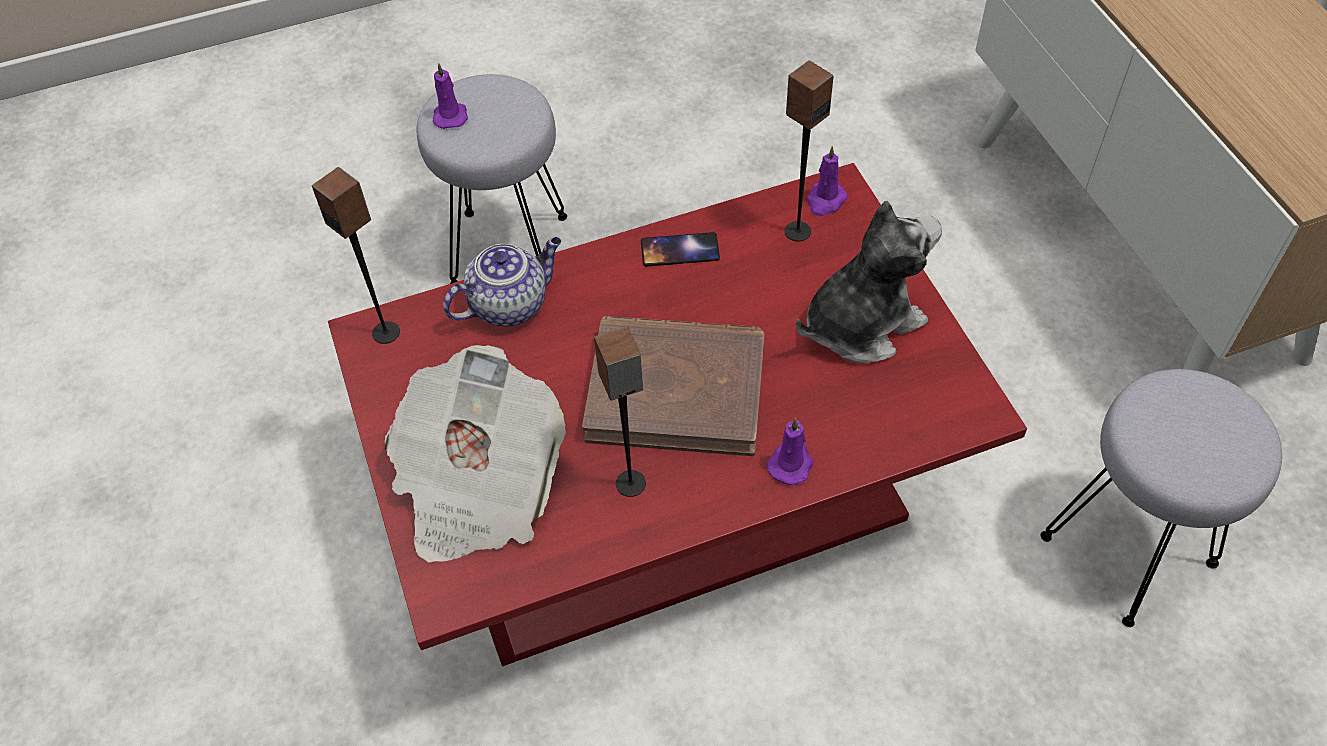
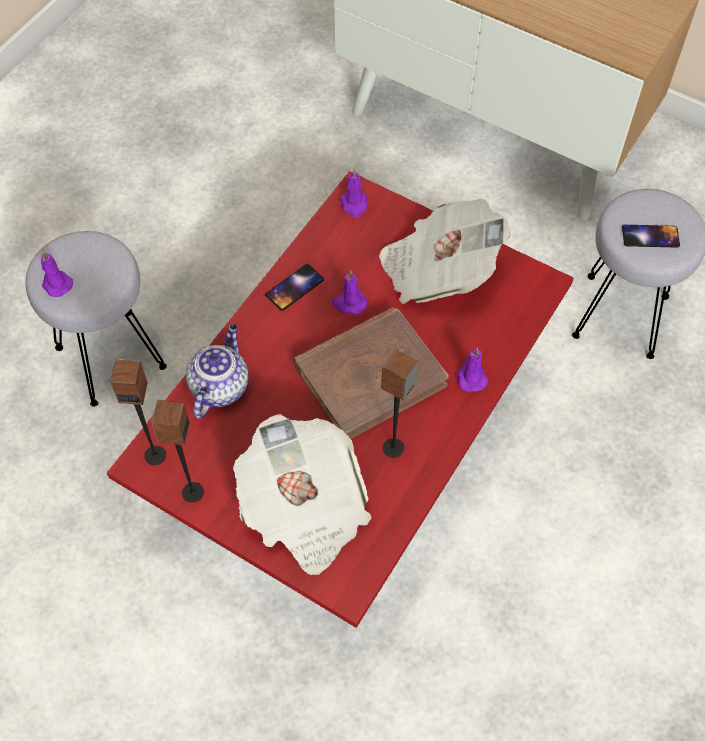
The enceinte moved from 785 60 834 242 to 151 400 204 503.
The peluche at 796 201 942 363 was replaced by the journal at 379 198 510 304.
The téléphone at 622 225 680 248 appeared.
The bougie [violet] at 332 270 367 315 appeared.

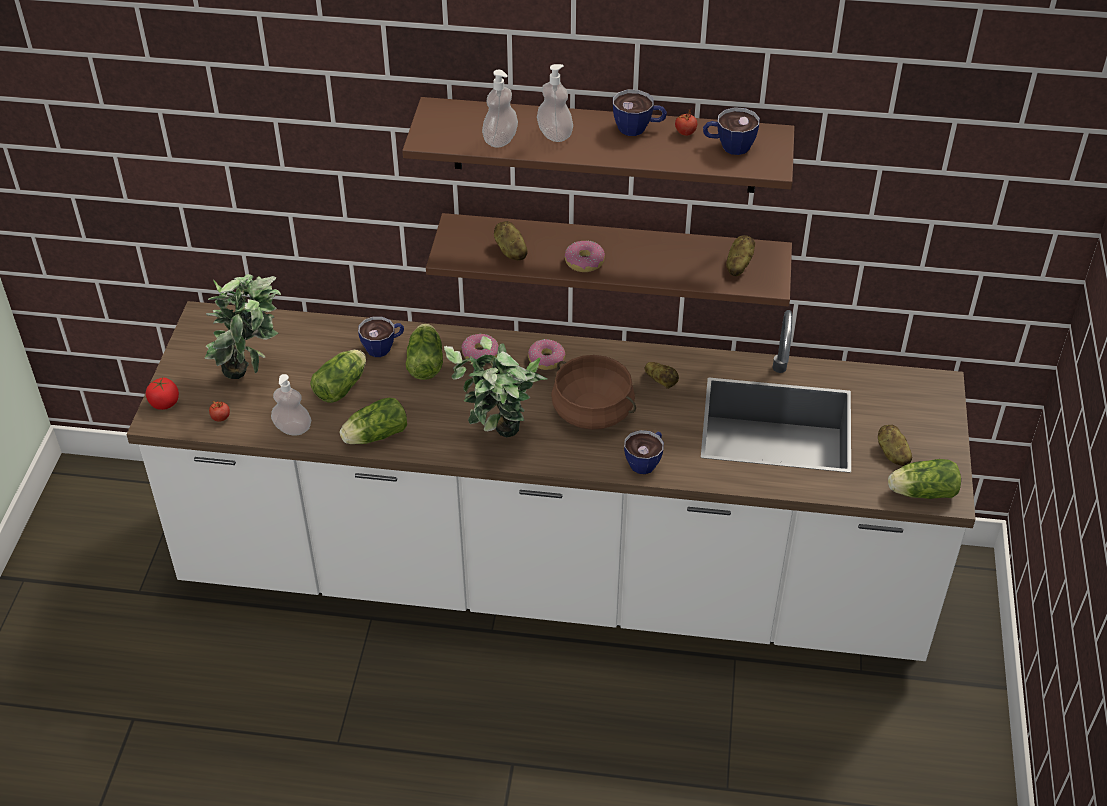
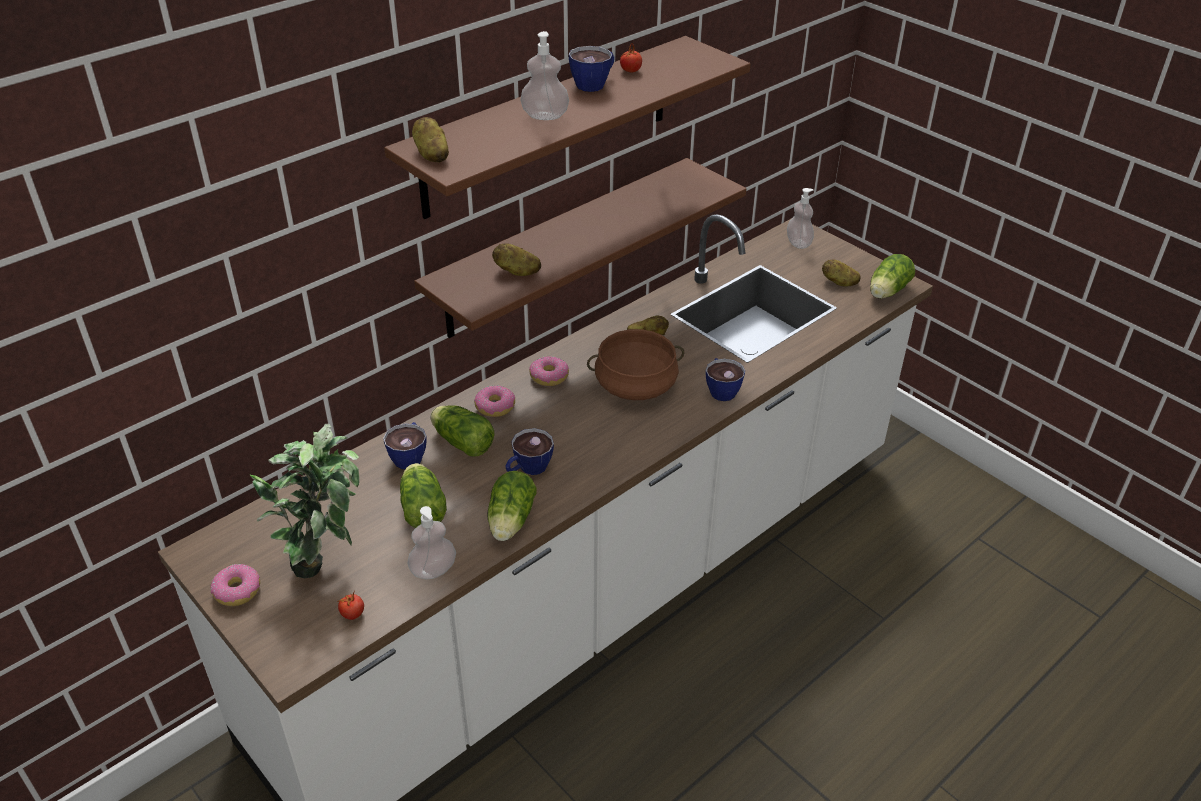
The distributeur de savon moved from 482 70 518 148 to 787 188 814 249.
The tasse moved from 703 107 760 155 to 505 428 554 475.
The pomme de terre moved from 726 235 755 276 to 412 117 449 163.
The beignet moved from 565 241 605 272 to 211 564 260 606.
The plante en pot at 444 336 548 437 disappeared.
The tomate at 146 378 179 410 disappeared.

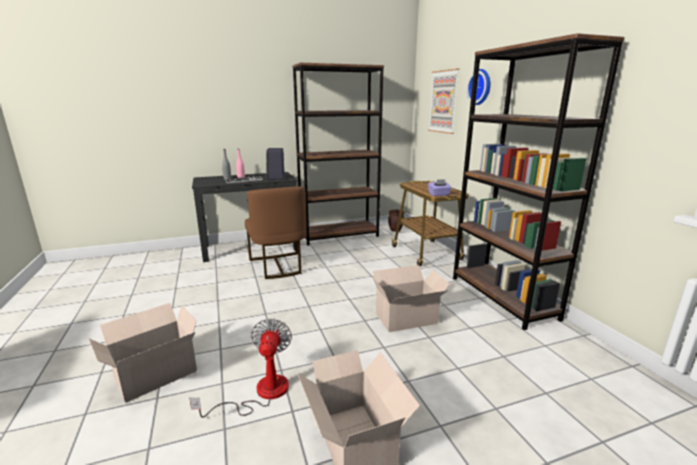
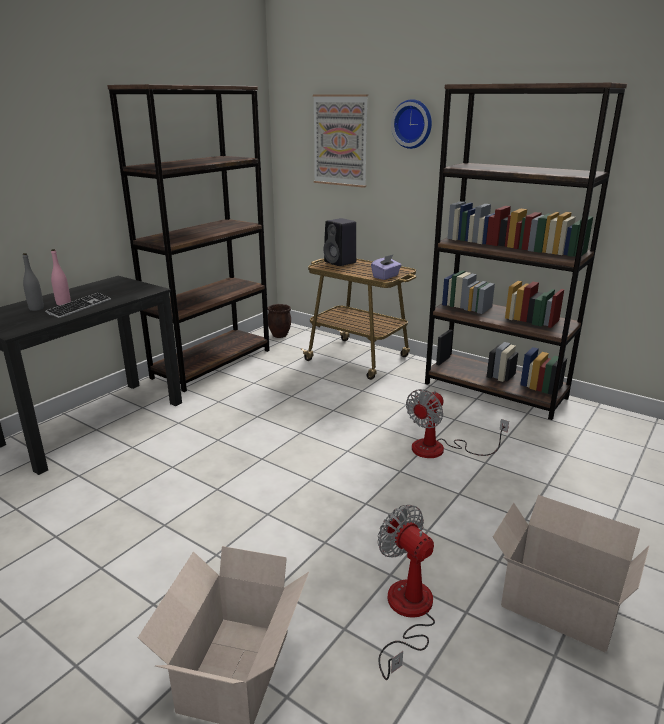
The enceinte [noir] moved from 266 148 285 180 to 323 218 356 266.
The chaise [marron] at 245 186 306 279 disappeared.
The carton at 372 265 450 332 was replaced by the ventilateur at 406 389 509 458.

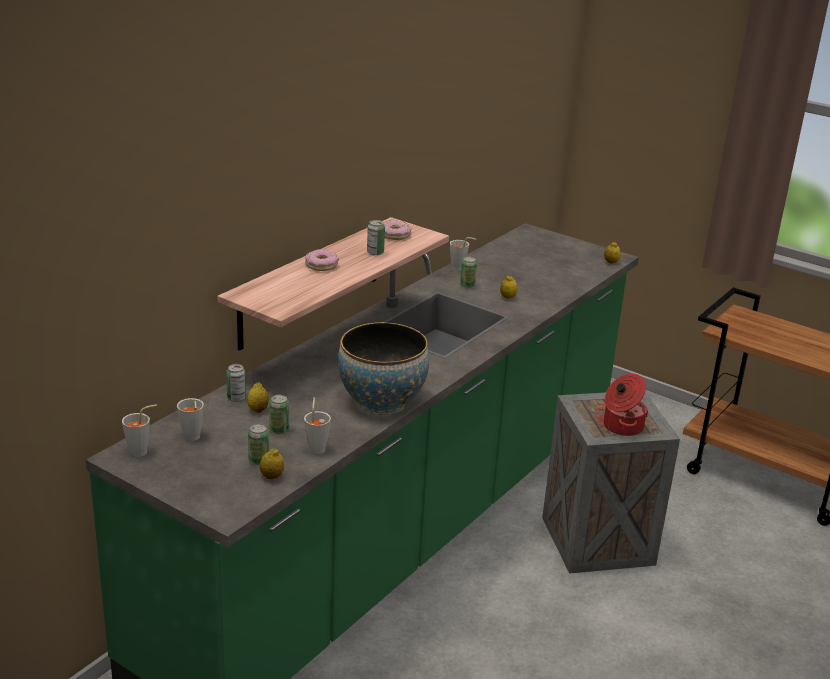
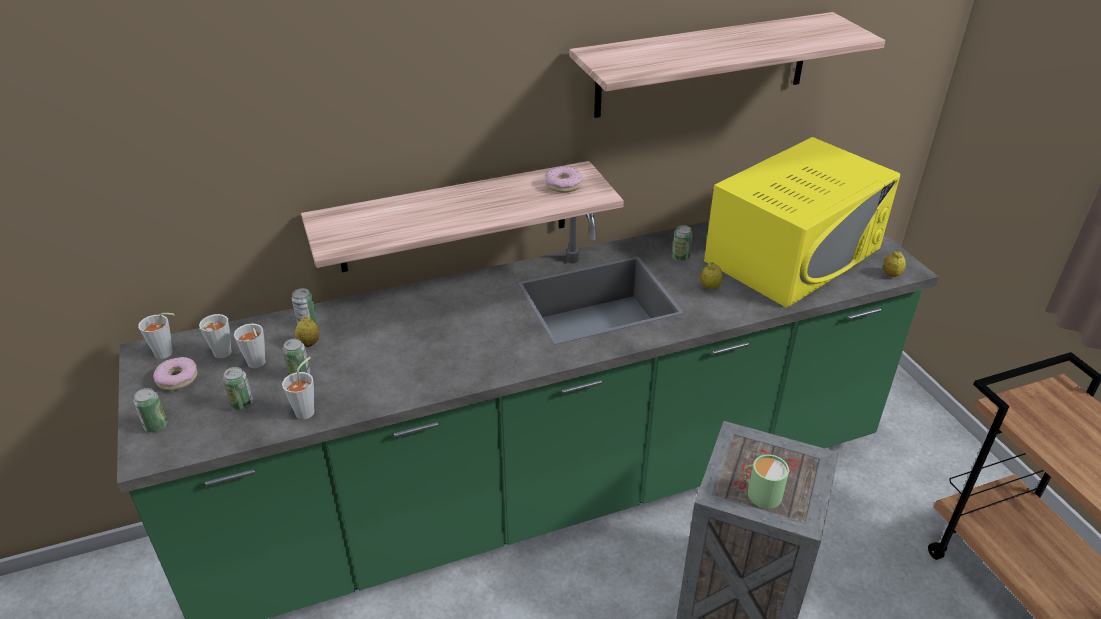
The boîte métallique moved from 367 220 385 255 to 133 388 168 432.
The tasse [gris] moved from 450 237 476 271 to 234 324 266 368.
The beignet moved from 305 249 339 271 to 153 357 197 390.
The bol at 338 322 429 415 disappeared.
The marmite at 604 374 648 436 was replaced by the mug [vert] at 743 454 789 509.
The citron at 260 448 284 479 disappeared.
The étagère at 570 12 885 118 appeared.
The micro-ondes [jaune] at 704 137 900 308 appeared.

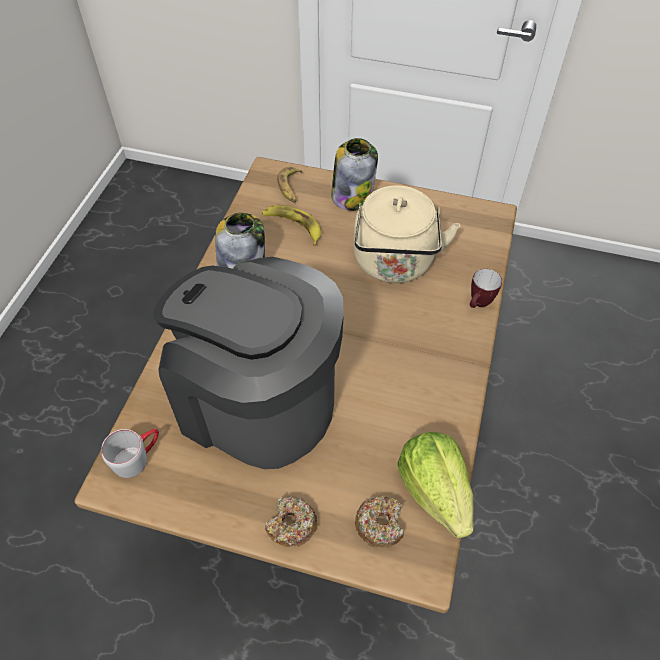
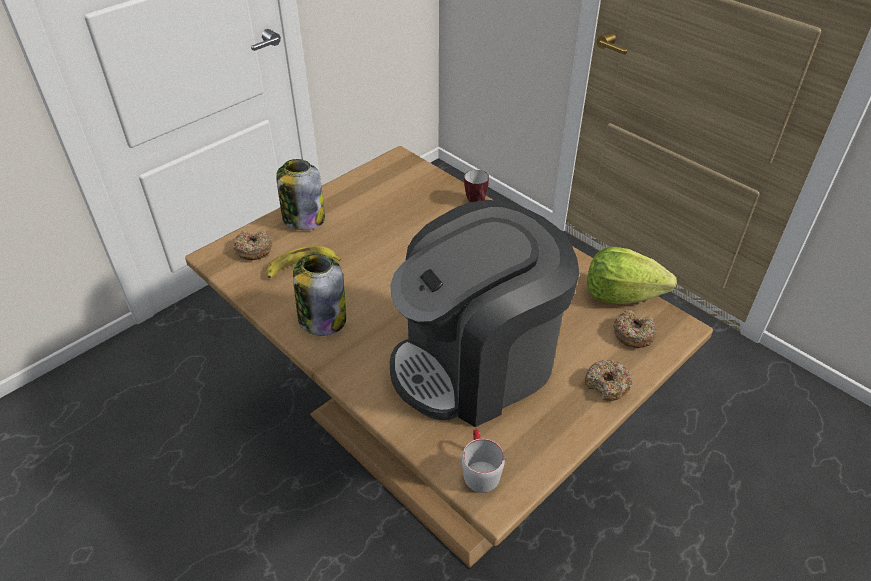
The banane at 277 167 302 203 was replaced by the beignet at 234 230 272 260.
The bouilloire [beige] at 353 186 460 283 disappeared.

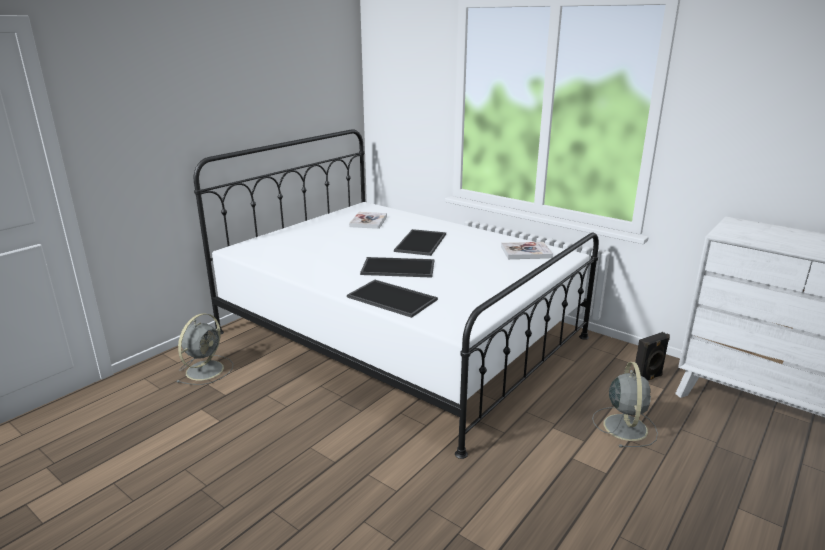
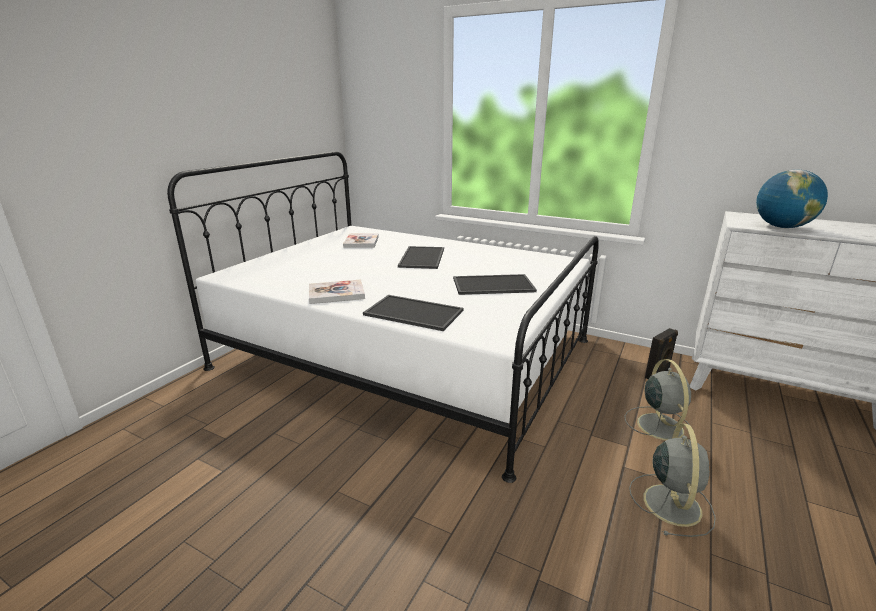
The livre moved from 501 242 553 259 to 309 279 365 304.
The plateau moved from 360 257 434 278 to 453 274 537 295.
The ventilateur [gris] moved from 176 313 233 385 to 629 423 716 537.
The globe at 756 170 828 228 appeared.

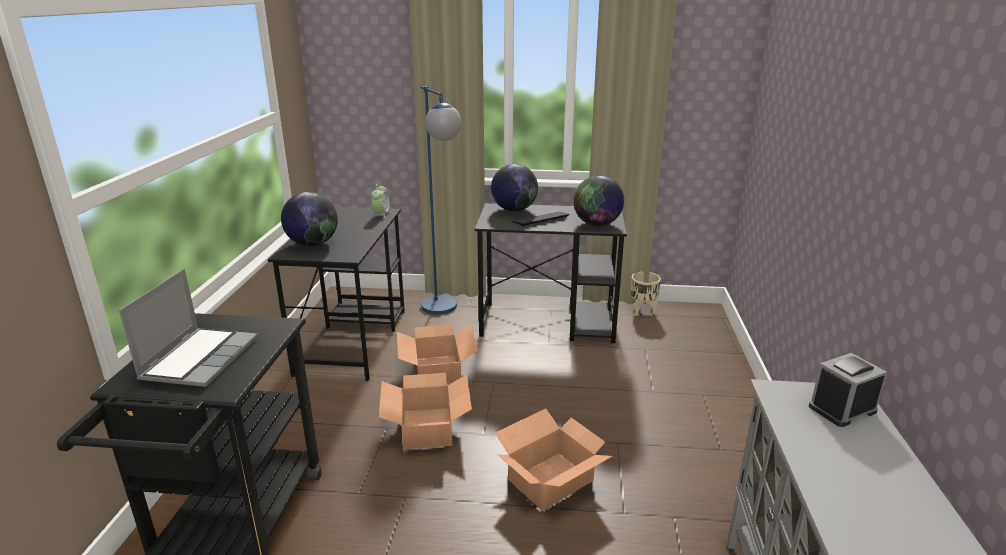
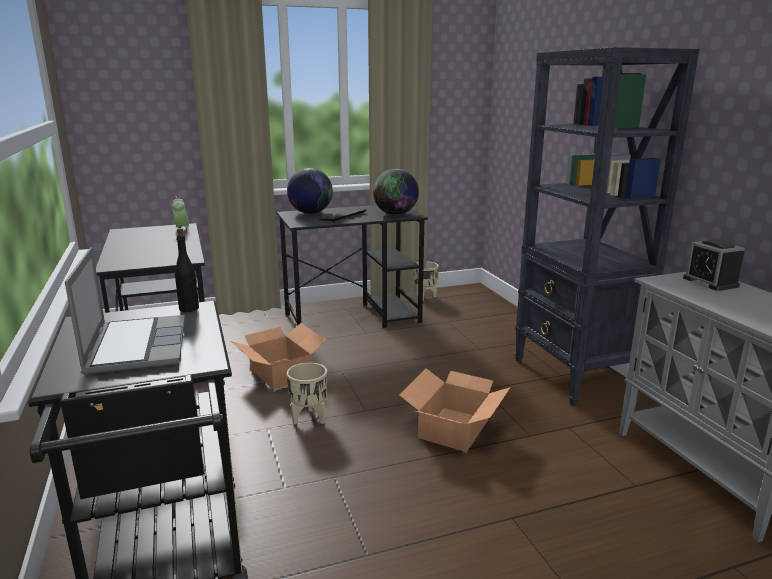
The lampadaire [bleu] at 420 86 462 315 disappeared.
The globe at 281 192 338 246 disappeared.
The réveil at 809 353 887 427 turned 60 degrees counterclockwise.
The carton at 379 373 472 450 was replaced by the cache-pot [beige] at 287 363 327 425.
The bibliothèque [noir] at 515 47 699 406 appeared.
The bouteille [noir] at 175 228 199 312 appeared.

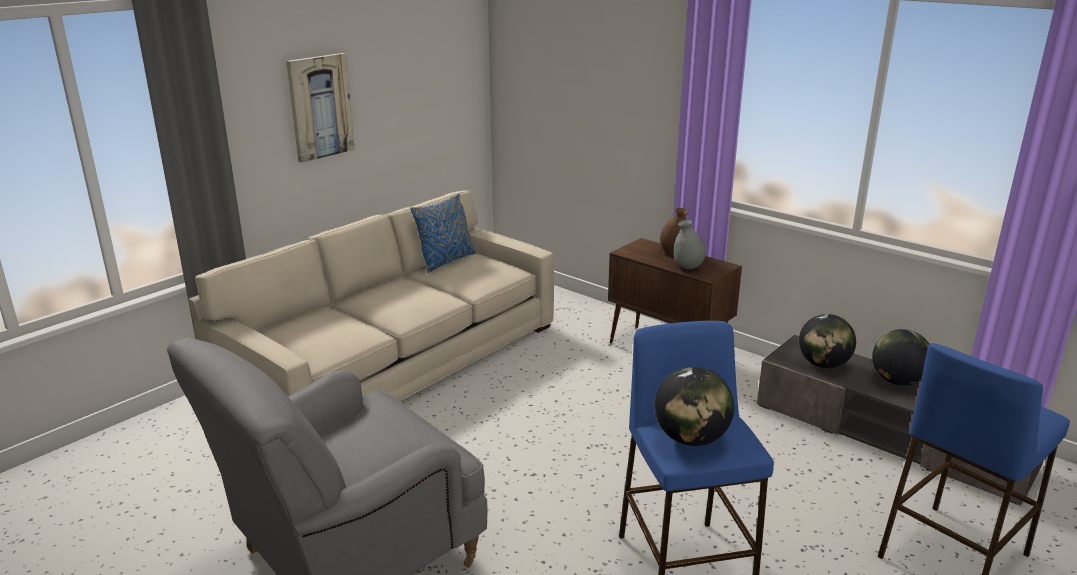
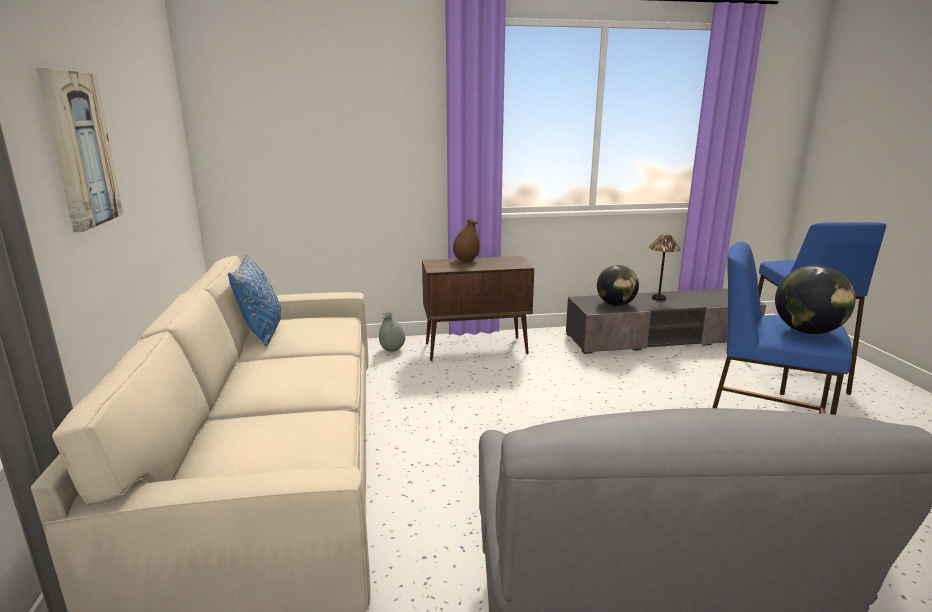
The vase [gris] moved from 674 220 706 269 to 379 312 405 352.
The globe at 872 329 929 386 was replaced by the lampe de table at 649 234 681 301.

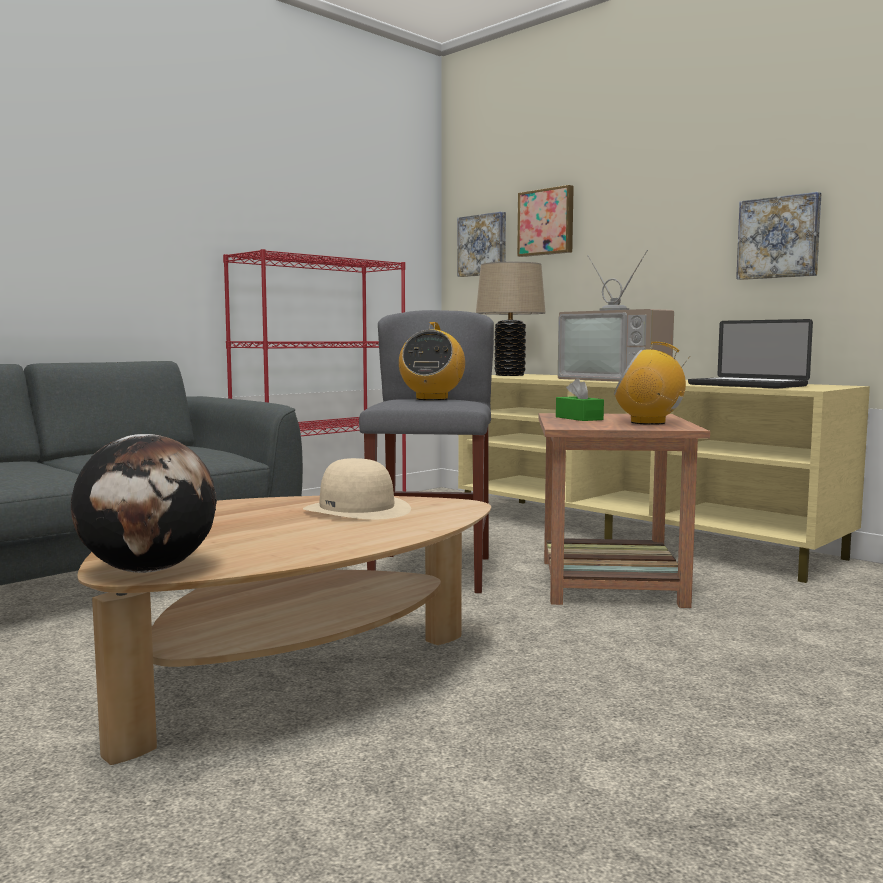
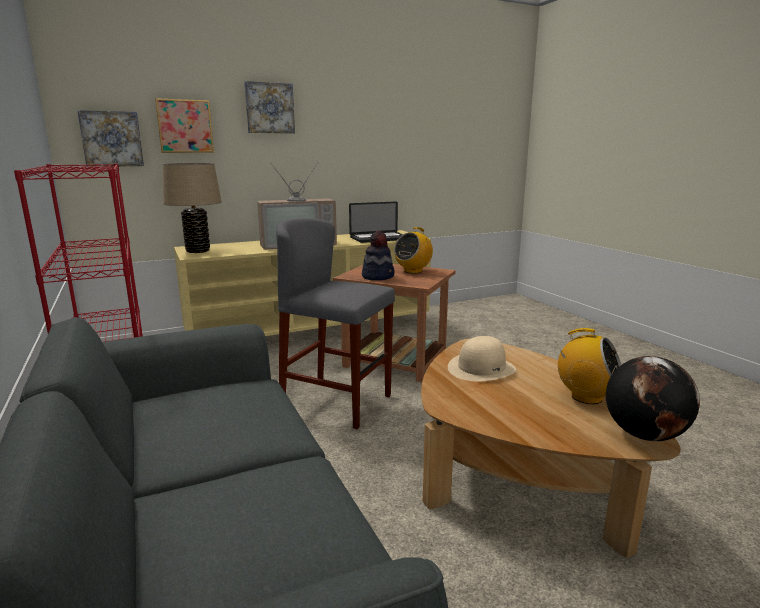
The tableau moved from 736 192 822 280 to 244 81 295 134.
The radio moved from 399 322 465 400 to 556 328 621 404.
The boîte à mouchoirs [vert] at 556 378 604 421 was replaced by the chapeau at 362 231 395 280.

